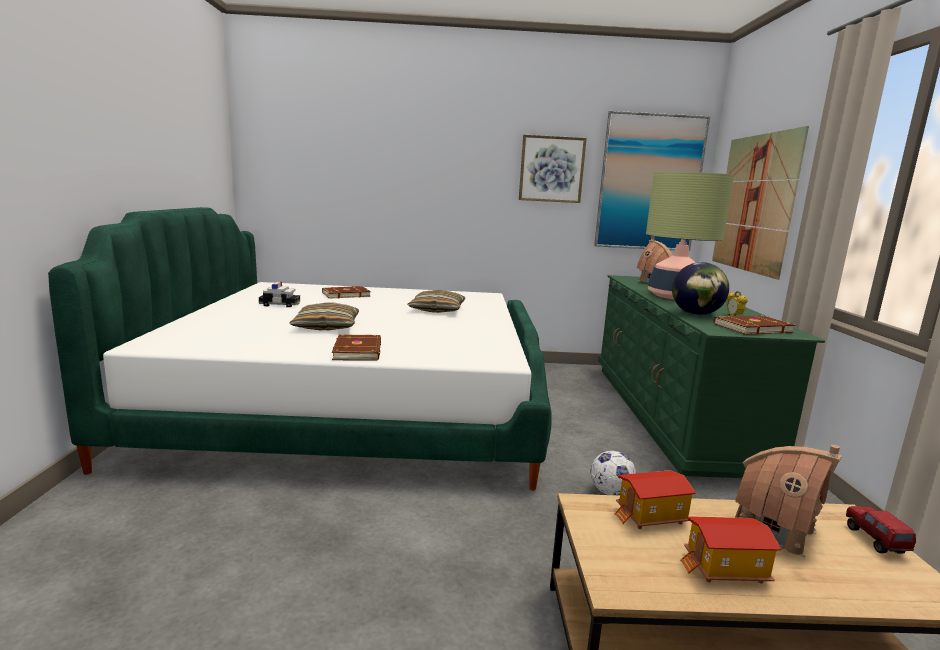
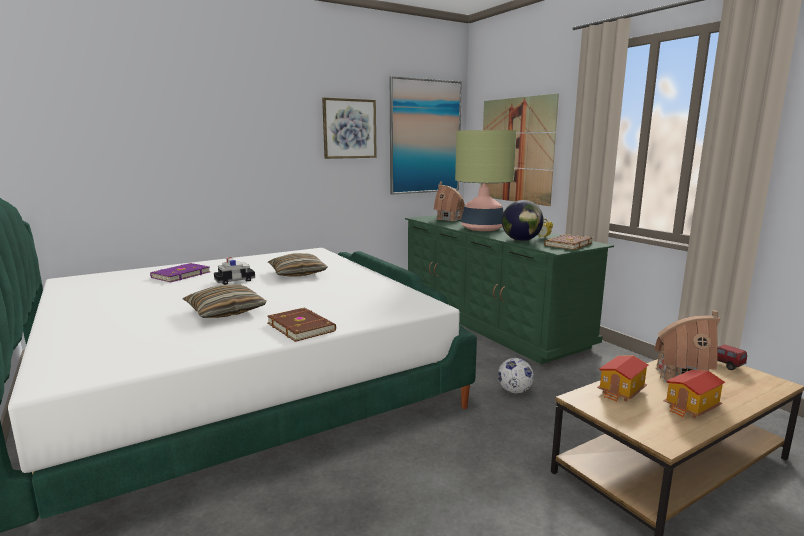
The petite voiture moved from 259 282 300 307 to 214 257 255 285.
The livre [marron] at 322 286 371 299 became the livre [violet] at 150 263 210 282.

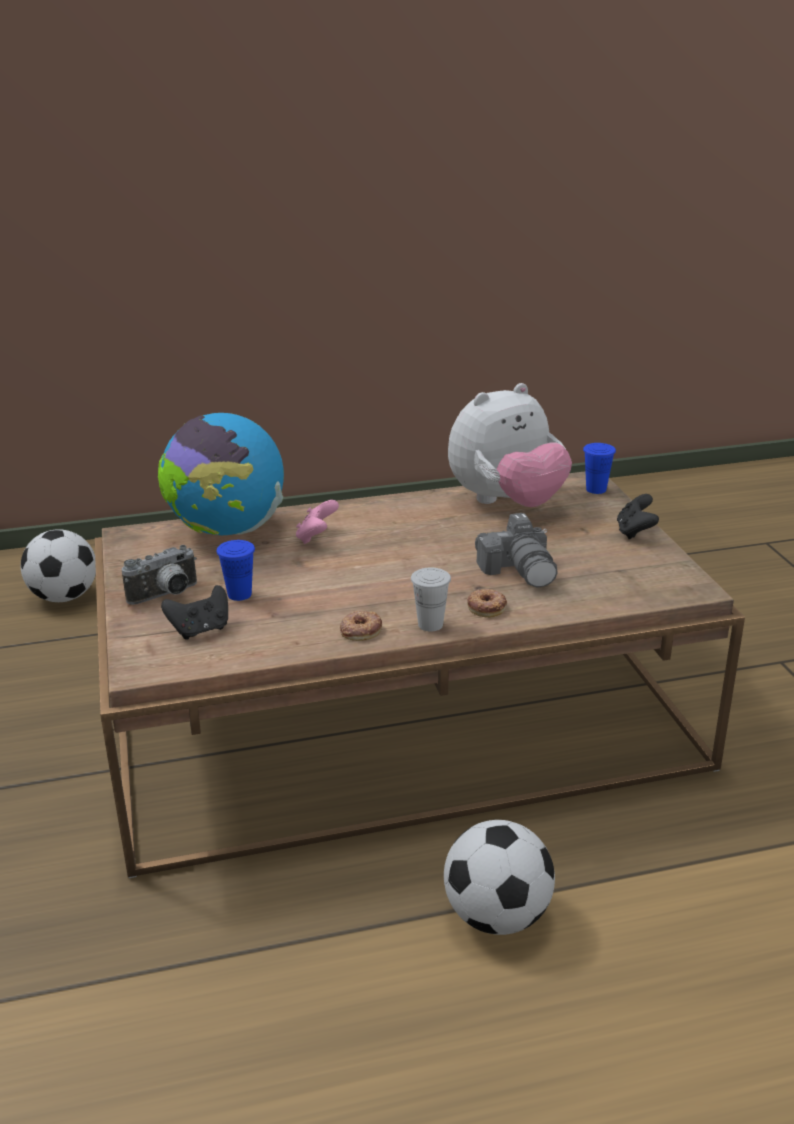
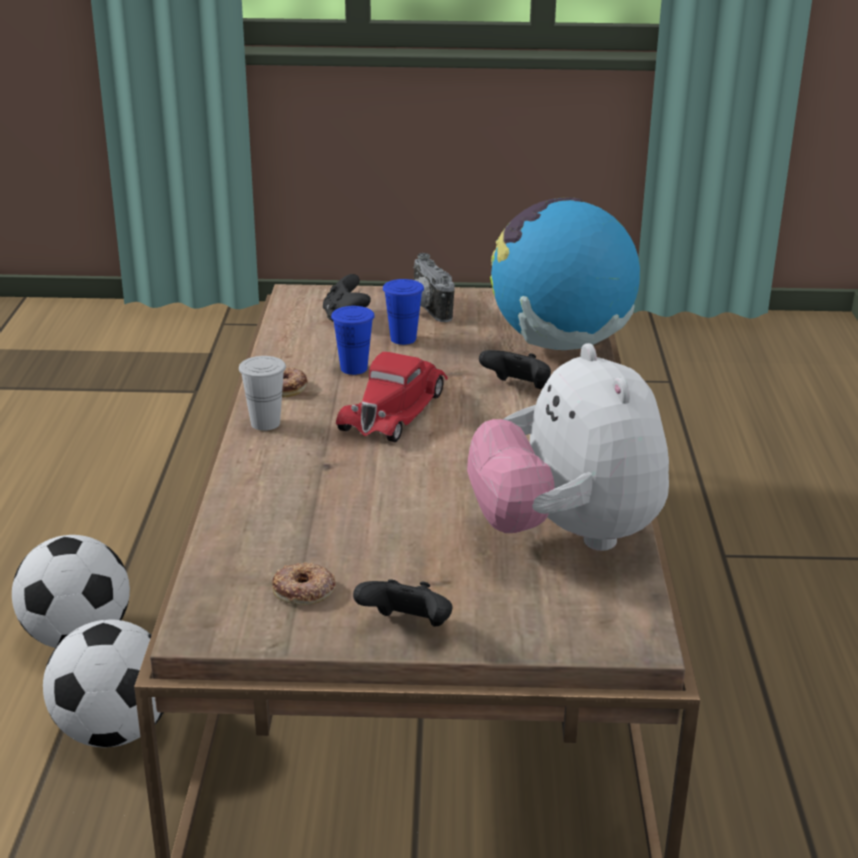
The tasse [bleu] moved from 583 443 616 494 to 331 306 375 375.
The manette [rose] at 296 500 339 544 became the manette [noir] at 479 350 551 389.
The appareil photo at 475 513 558 588 disappeared.
The ballon de foot moved from 21 529 96 602 to 43 619 164 747.
The beignet moved from 467 589 507 618 to 272 562 336 605.
The petite voiture [rouge] at 336 352 448 442 appeared.

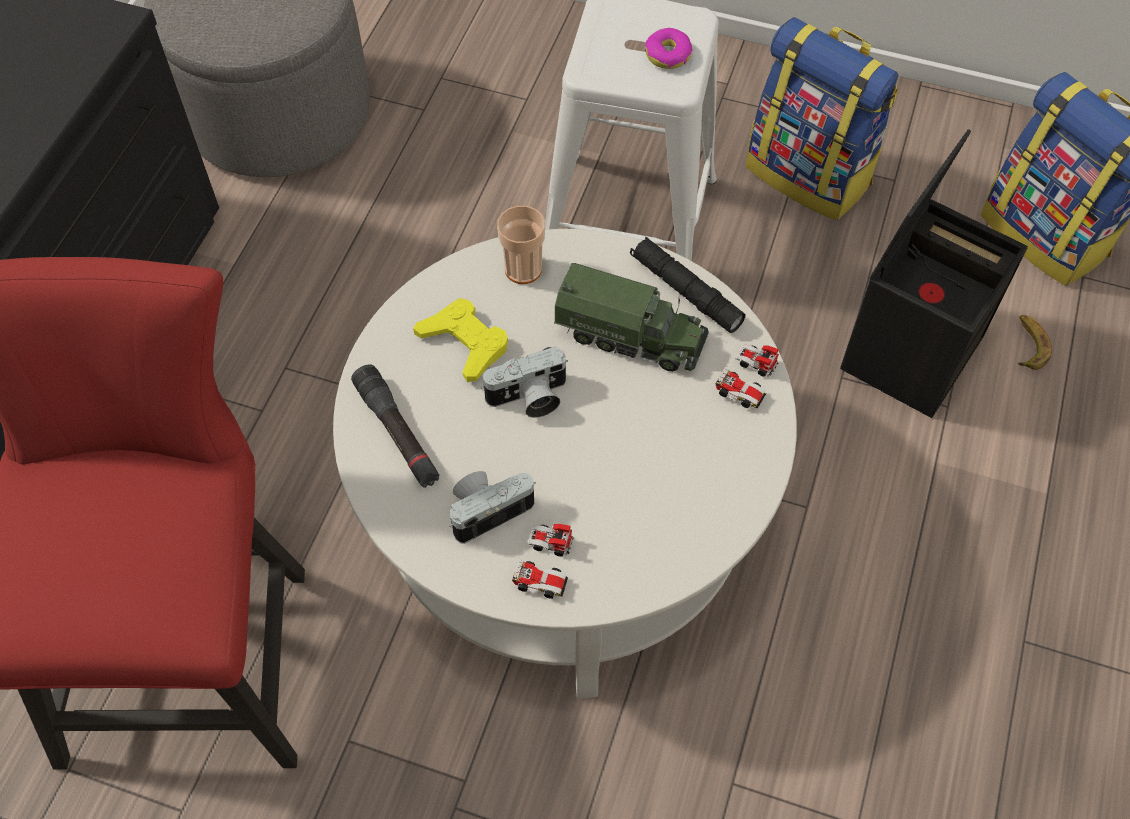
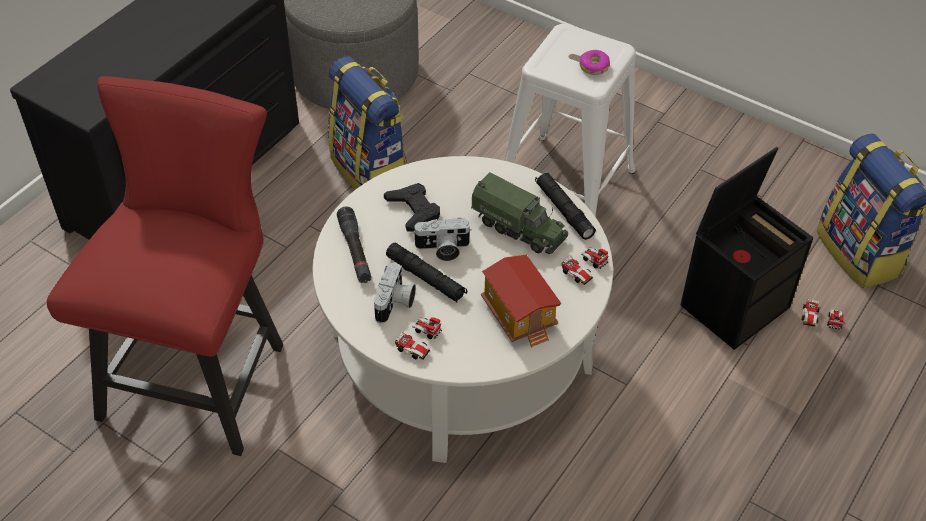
The sac à dos moved from 746 17 898 220 to 328 56 408 190.
The tasse at 497 206 545 284 disappeared.
The manette [jaune] at 413 298 508 382 became the manette [noir] at 384 183 440 232.
The banane at 1018 315 1052 370 was replaced by the petite voiture at 801 299 844 330.
The appareil photo at 449 471 536 544 turned 120 degrees clockwise.
The lampe de poche [noir] at 386 243 467 302 appeared.
The maison miniature at 481 255 562 348 appeared.

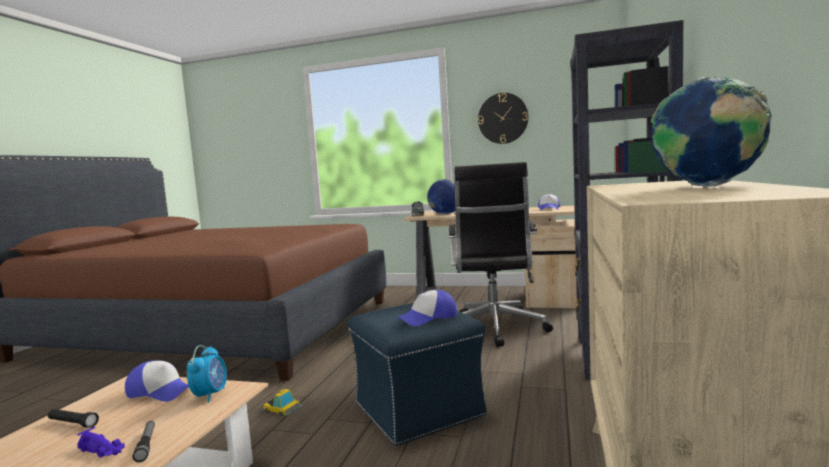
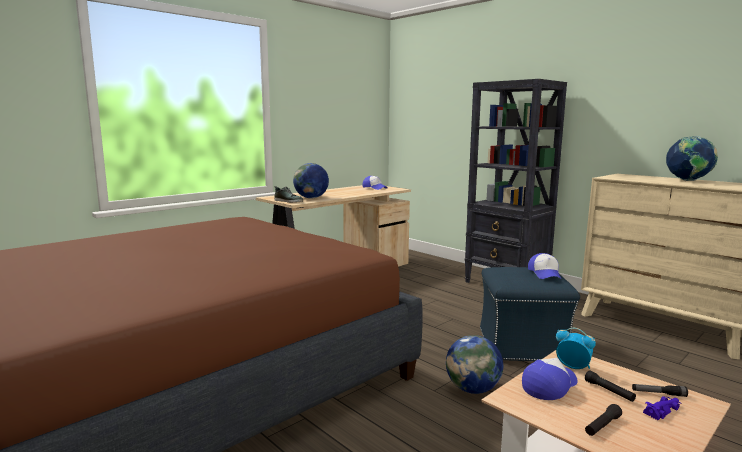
The horloge murale at 478 93 528 144 disappeared.
The chaise de bureau [noir] at 449 162 553 347 disappeared.
The petite voiture at 262 389 302 416 was replaced by the globe at 446 335 503 394.
The lampe de poche [noir] at 585 370 636 402 appeared.

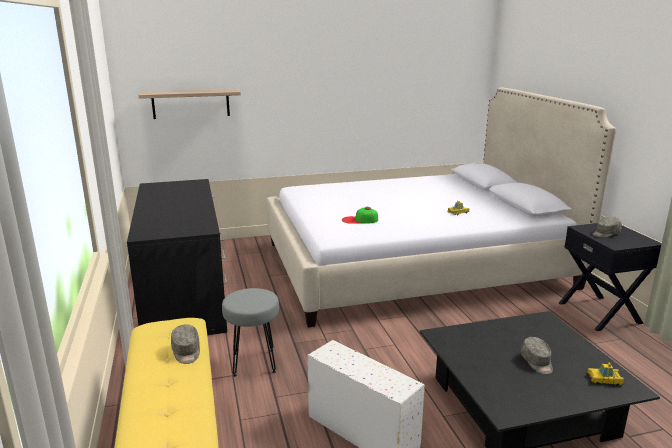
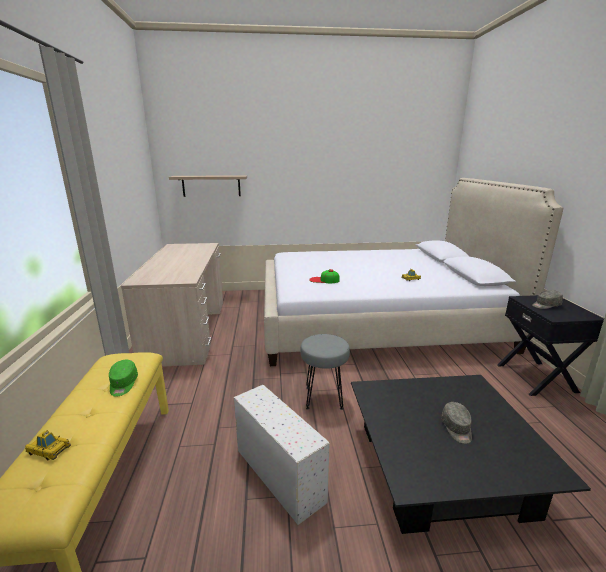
The bureau [noir] at 127 179 227 335 became the bureau [beige] at 121 243 223 367.
The tabouret [gris] moved from 222 288 279 377 to 300 334 350 410.
The casquette [gris] at 171 324 200 364 became the casquette [vert] at 109 360 138 396.
The petite voiture moved from 587 362 625 386 to 25 430 71 460.

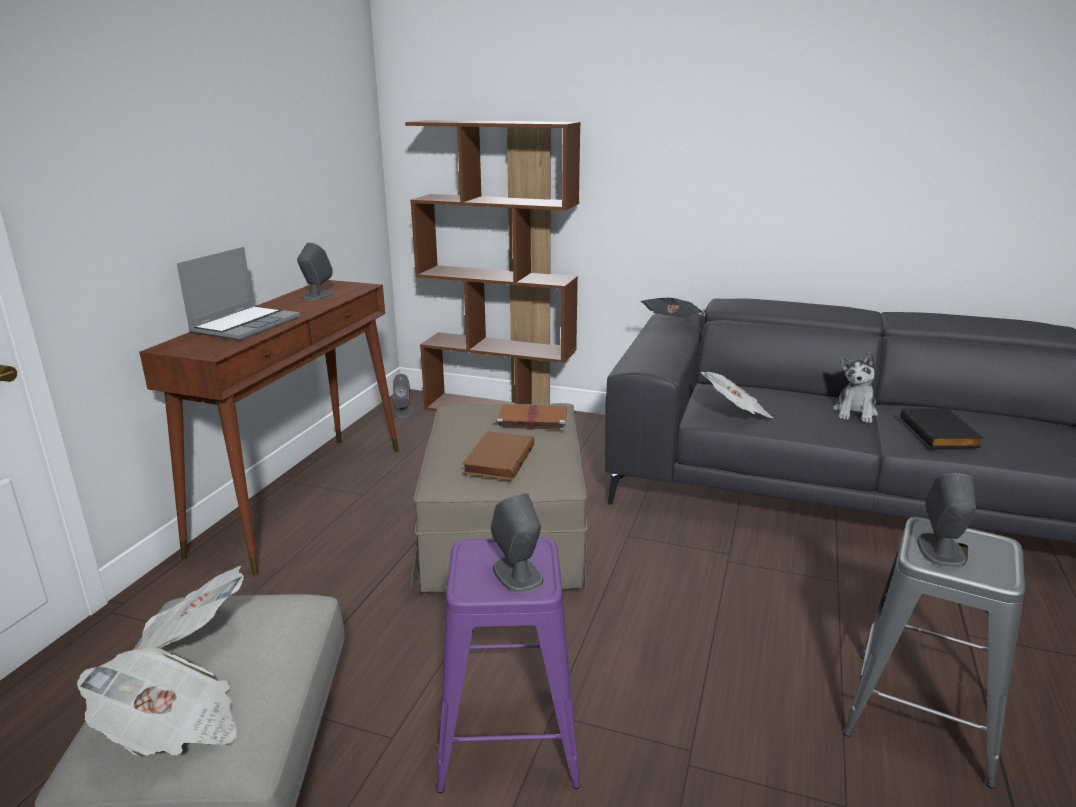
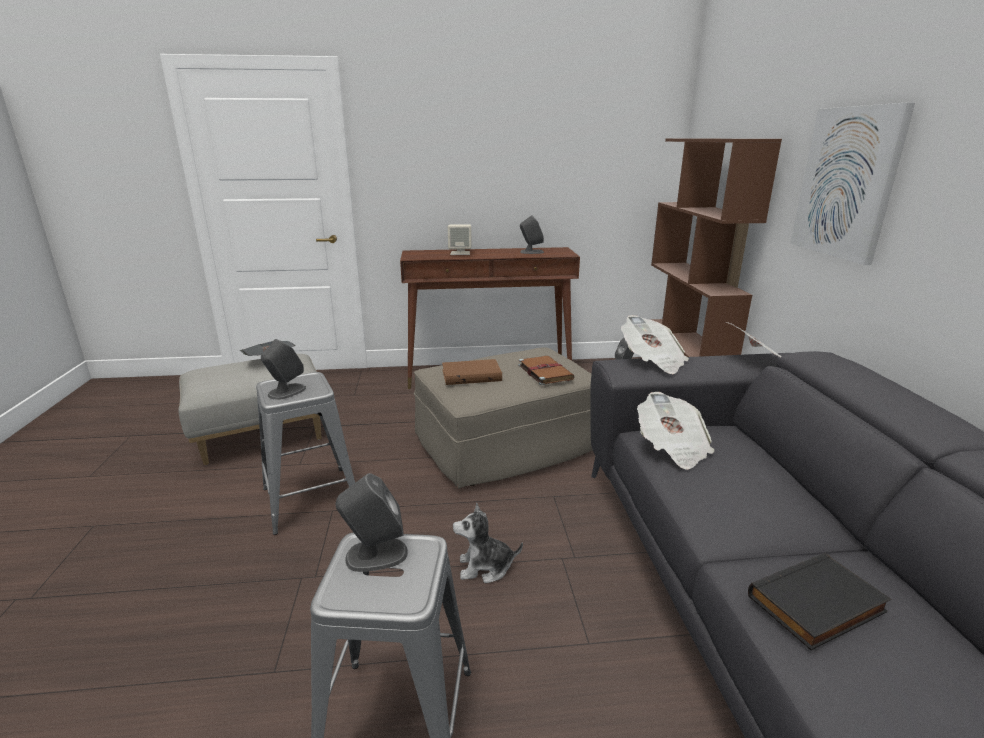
The ordinateur portable at 177 247 300 341 was replaced by the enceinte [beige] at 448 224 472 255.
The peluche moved from 833 352 878 423 to 453 503 523 583.
The tabouret [violet] at 436 538 580 793 became the tabouret [gris] at 256 372 355 535.
The journal moved from 77 648 237 757 to 621 315 689 374.
The tableau at 790 102 915 265 appeared.

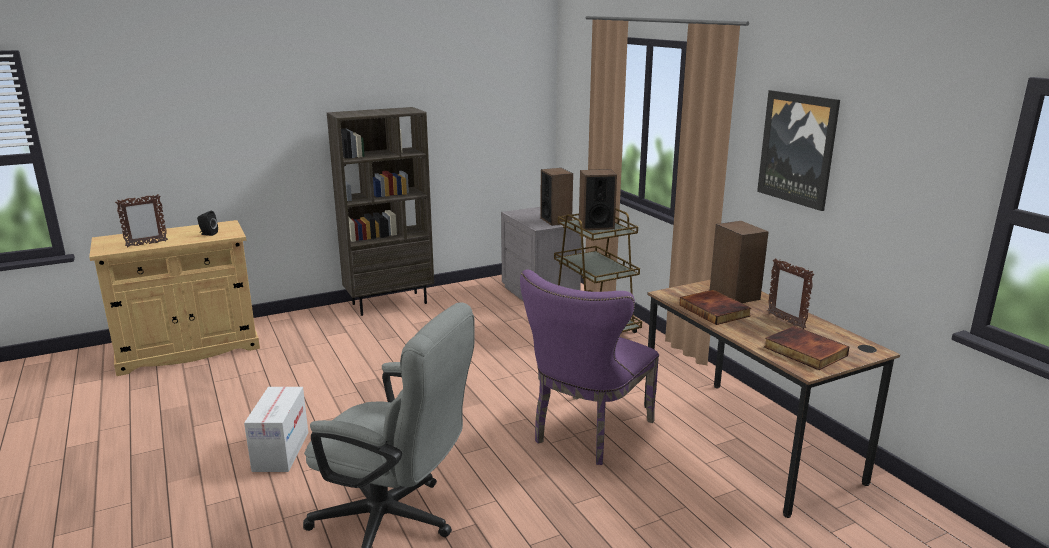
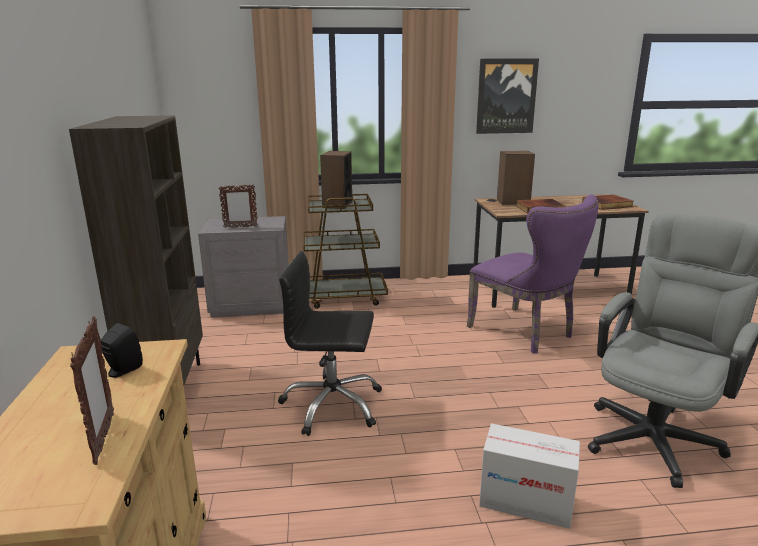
The enceinte at 540 168 573 226 disappeared.
The cadre photo moved from 767 258 814 329 to 218 184 258 228.
The chaise de bureau [noir] at 278 251 382 436 appeared.

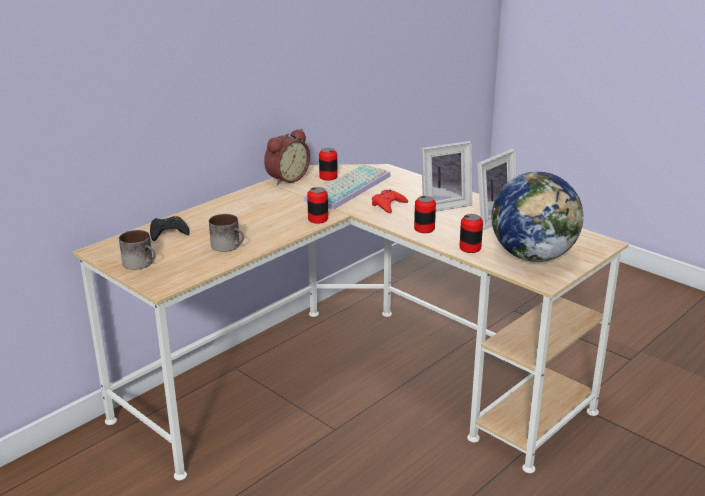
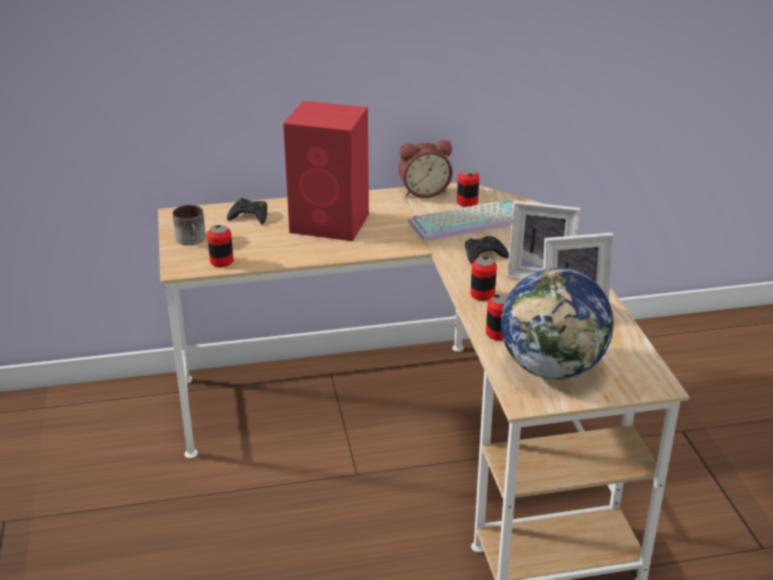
The boîte métallique moved from 307 187 328 223 to 207 225 233 267.
The manette [rouge] at 372 190 408 213 became the manette [noir] at 465 236 509 264.
The mug at 209 214 244 252 disappeared.
The enceinte [rouge] at 283 101 369 241 appeared.

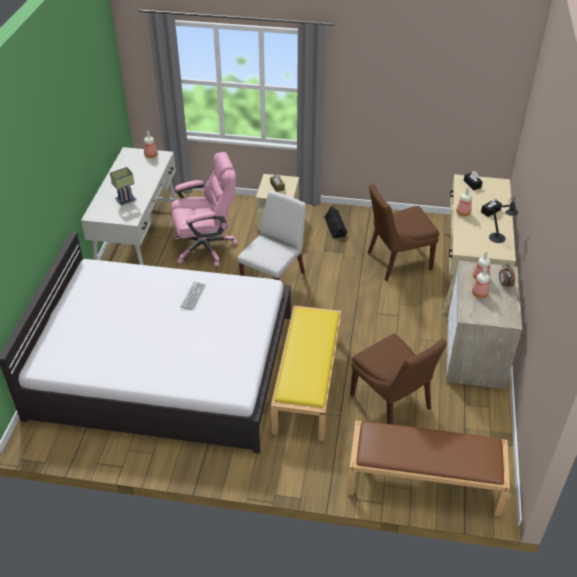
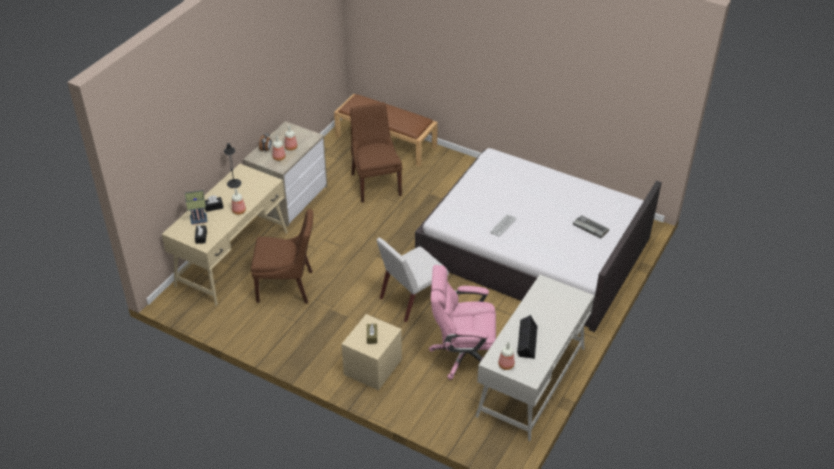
The lampe de table moved from 110 167 136 206 to 185 190 208 225.
The enceinte [noir] moved from 324 206 347 239 to 517 315 538 359.
The banc [jaune] at 271 306 342 441 disappeared.
The clavier at 573 215 609 238 appeared.

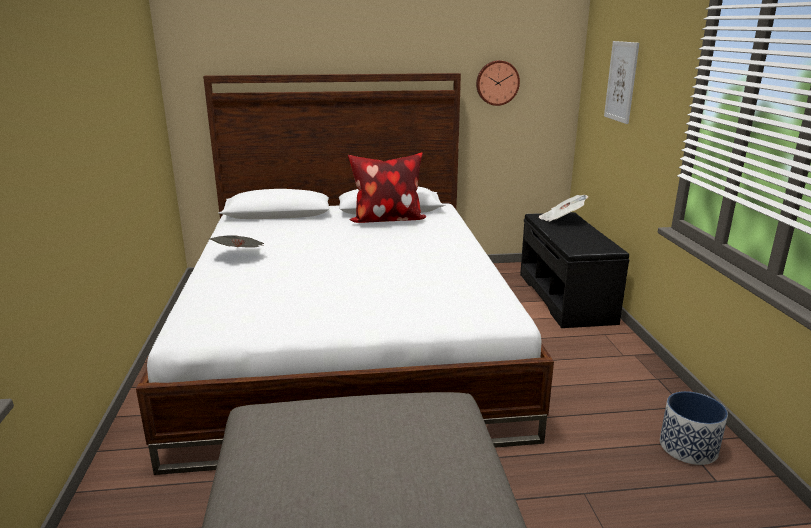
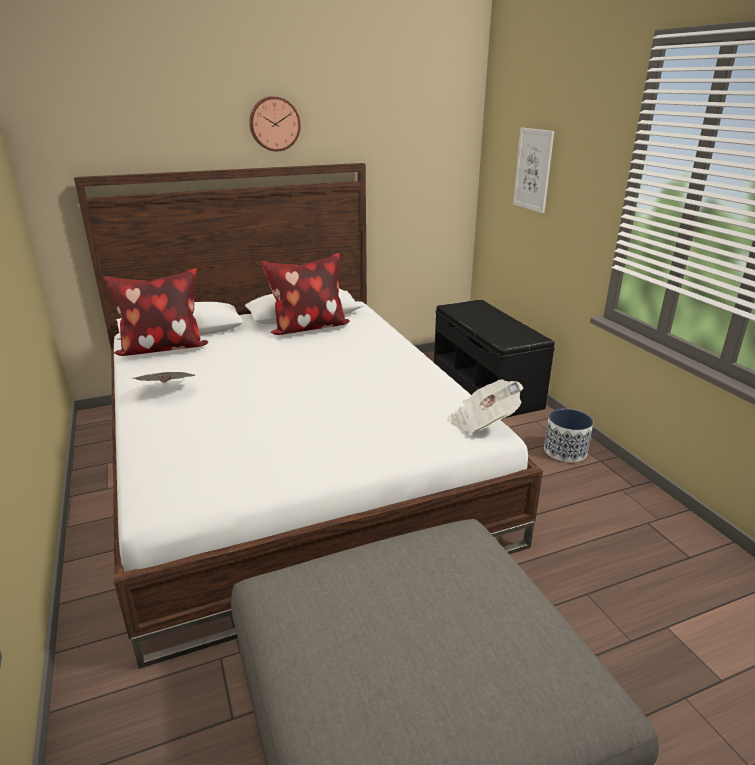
The horloge murale moved from 476 60 520 106 to 249 96 301 152.
The journal moved from 539 195 588 222 to 447 379 523 434.
The cache-pot moved from 660 391 728 465 to 544 409 593 463.
The coussin at 103 268 208 356 appeared.

